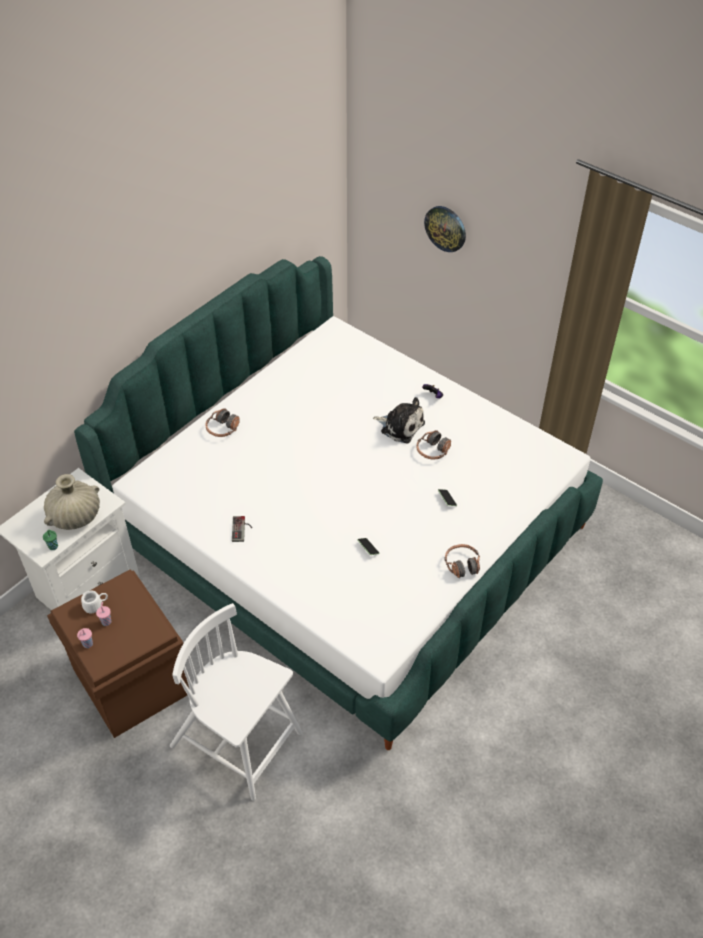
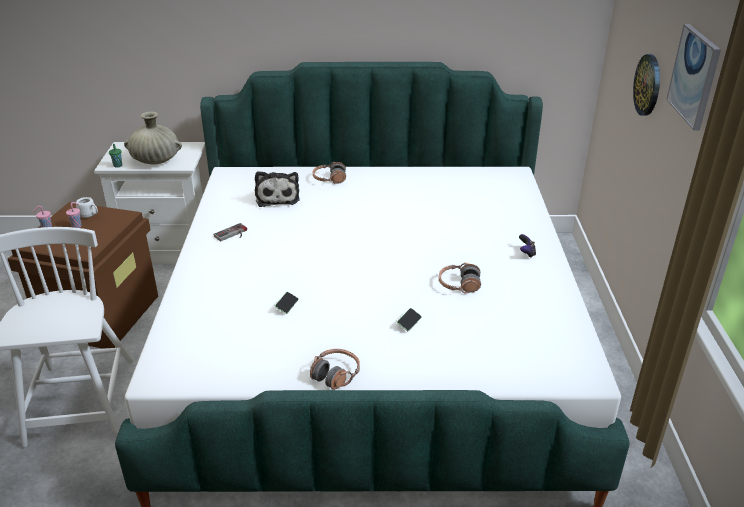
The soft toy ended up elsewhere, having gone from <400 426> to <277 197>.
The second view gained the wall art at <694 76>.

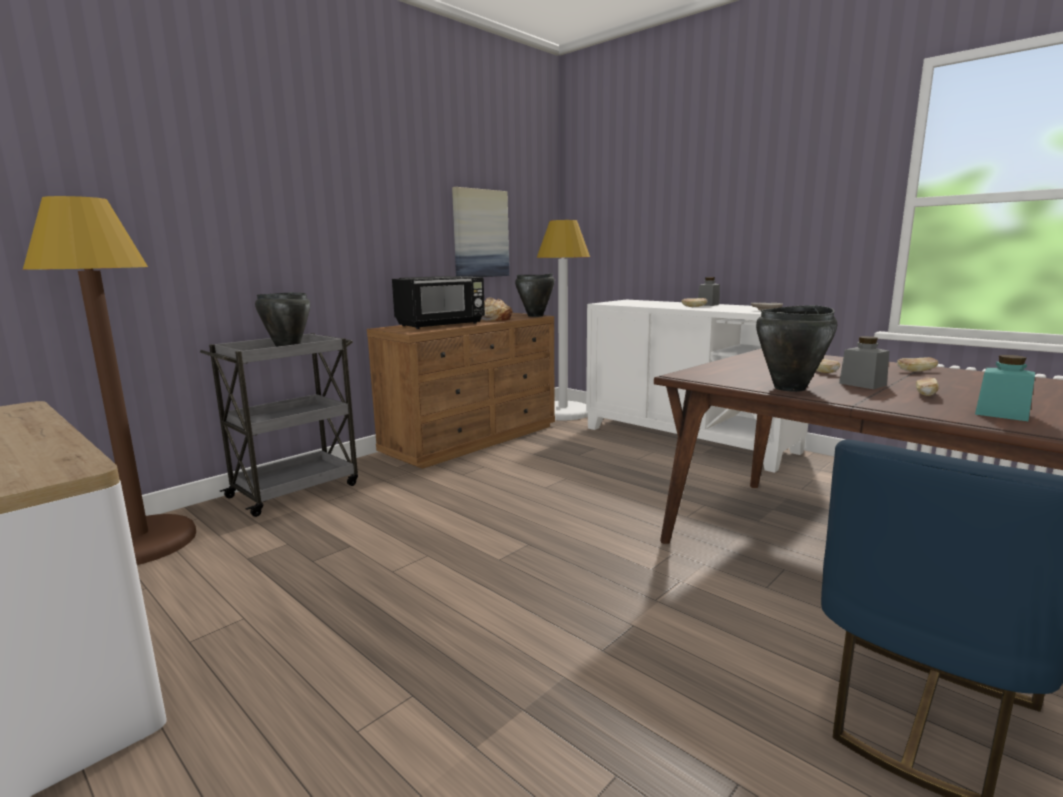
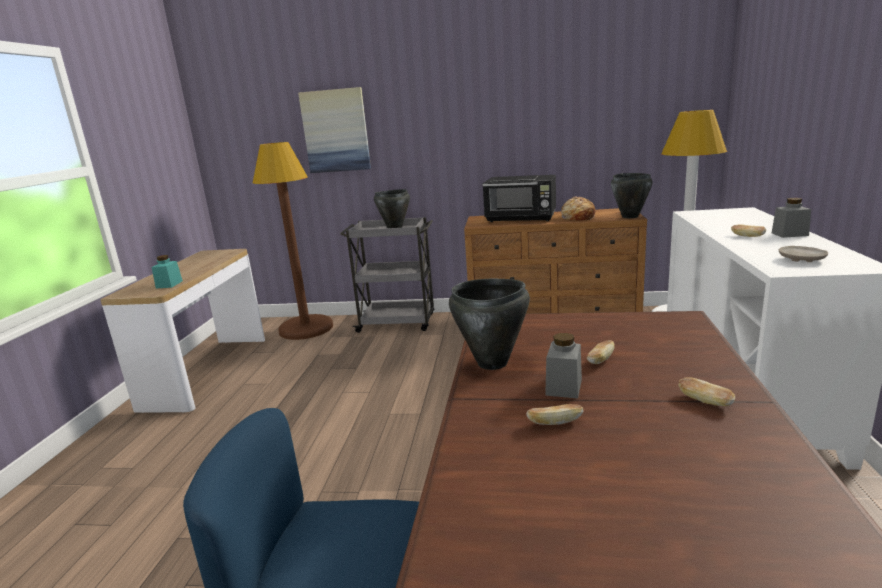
The wall art ended up elsewhere, having gone from <480 233> to <336 131>.
The preserve jar in turquoise-coloured ended up elsewhere, having gone from <1002 414> to <169 284>.

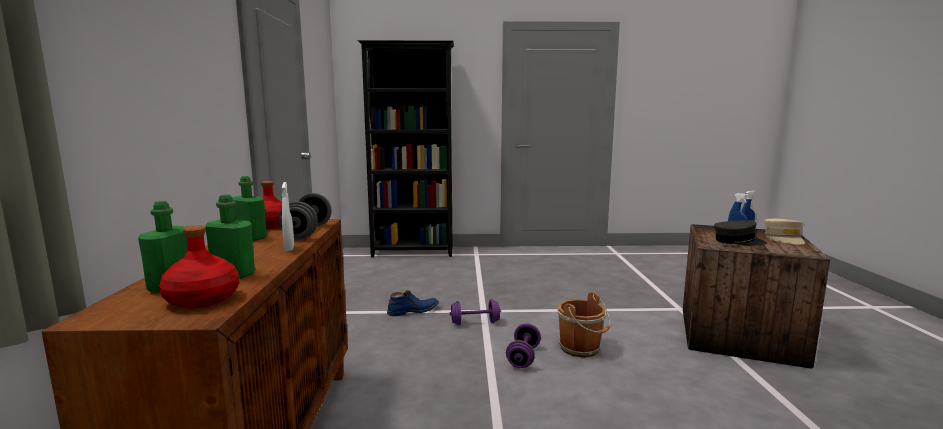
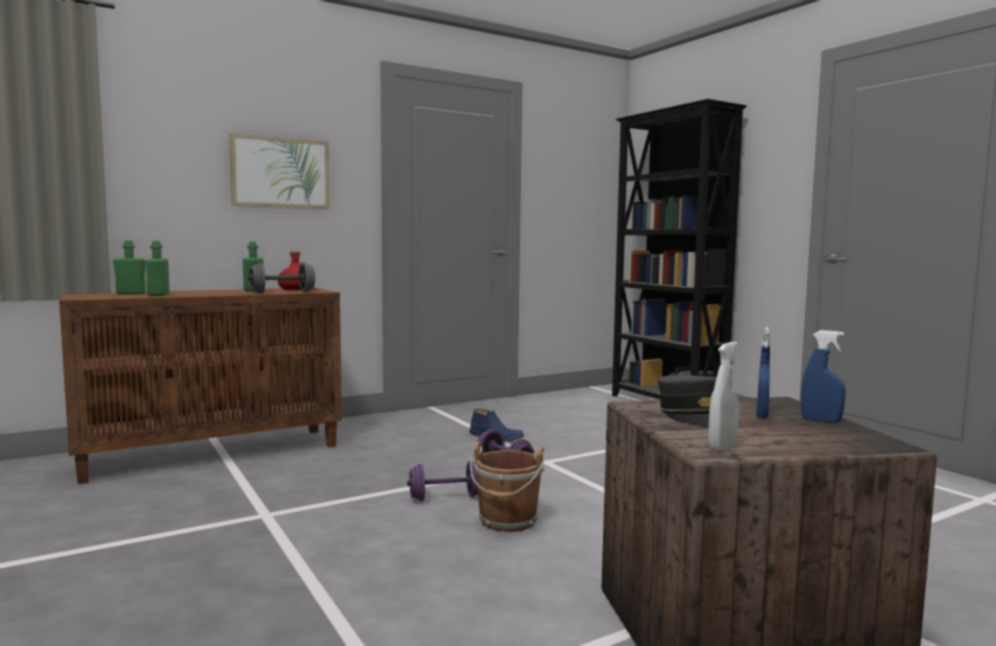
The hand sprayer in white ended up elsewhere, having gone from <289 248> to <722 447>.
The second view lost the peaked cap in beige at <784 238>.
The second view lost the drink bottle in red at <203 299>.
The second view gained the wall art at <280 173>.

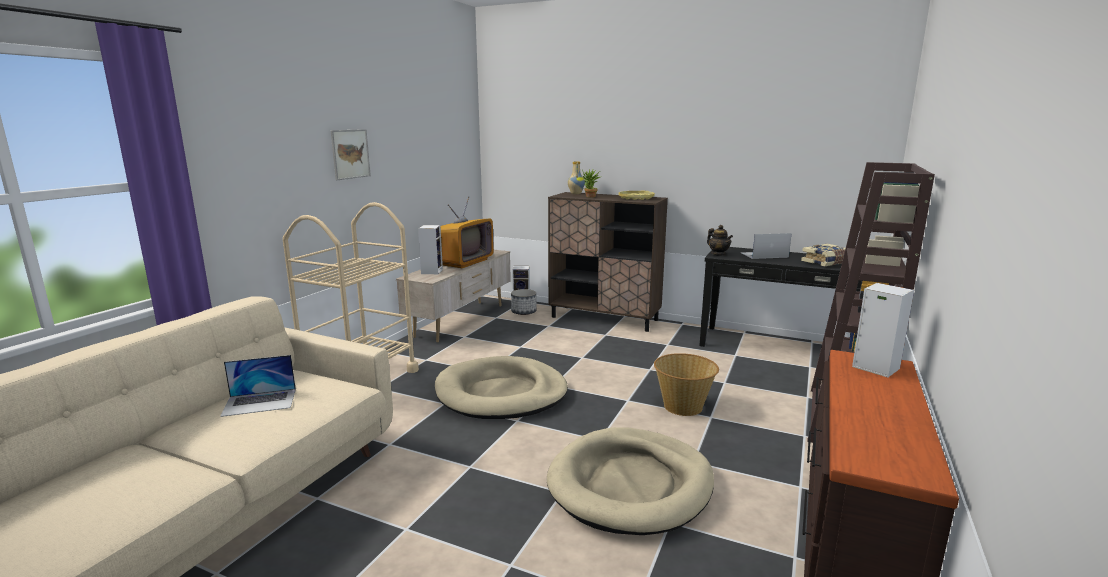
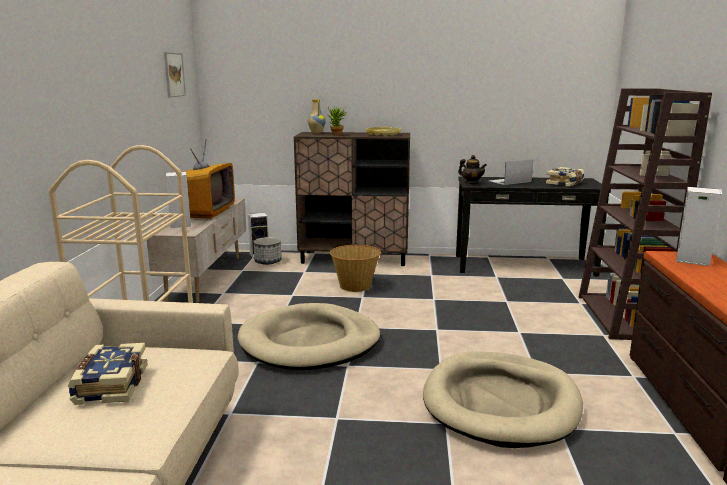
The wall art ended up elsewhere, having gone from <350 154> to <174 74>.
The basket ended up elsewhere, having gone from <683 406> to <355 286>.
Where the notebook computer stood at <260 402>, the volume came to stand at <109 385>.

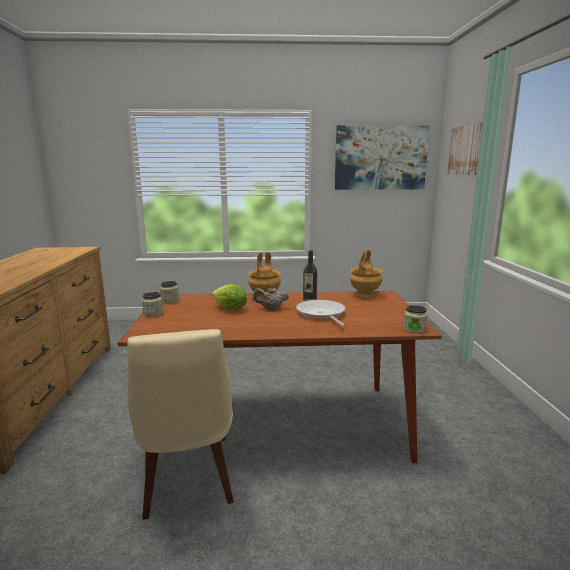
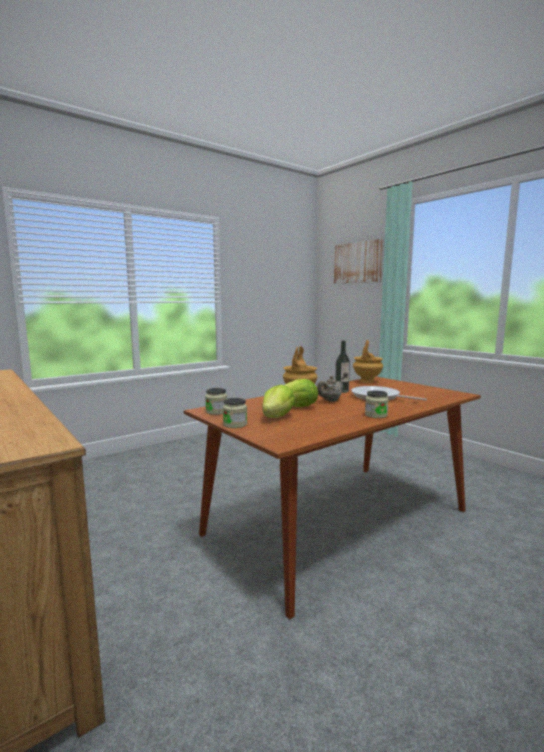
The second view lost the wall art at <380 158>.
The preserve jar ended up elsewhere, having gone from <414 329> to <376 415>.
The second view lost the chair in beige at <187 478>.
The second view gained the lettuce at <277 417>.

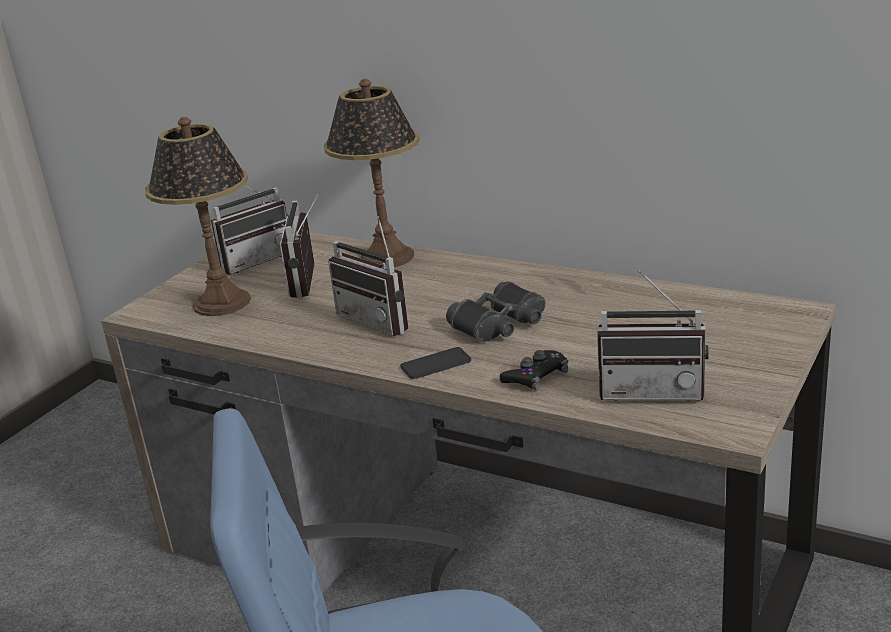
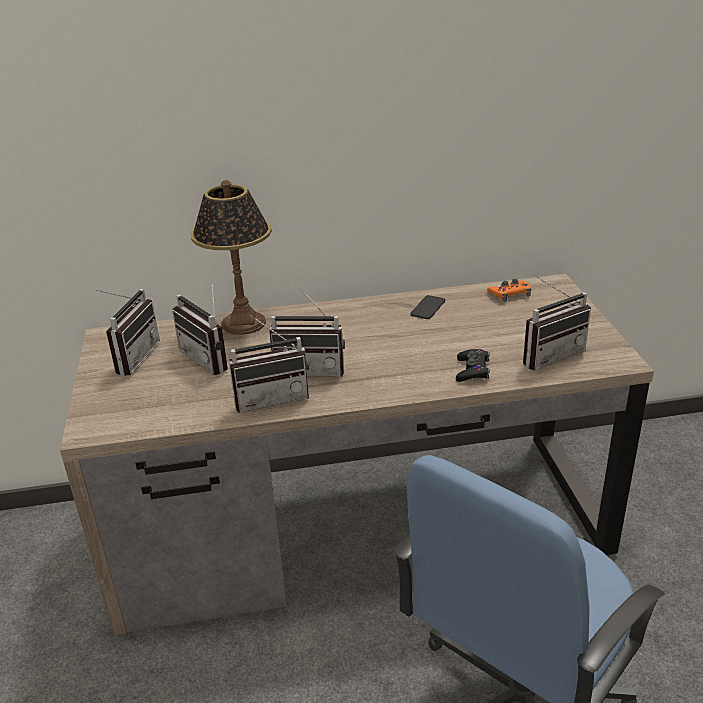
The second view lost the tabletop lamp at <222 303>.
The second view lost the pair of binoculars in blackish at <500 324>.
The phone ended up elsewhere, having gone from <435 364> to <428 308>.
The second view gained the joypad in orange-coloured at <509 294>.
The second view gained the radio receiver at <271 397>.

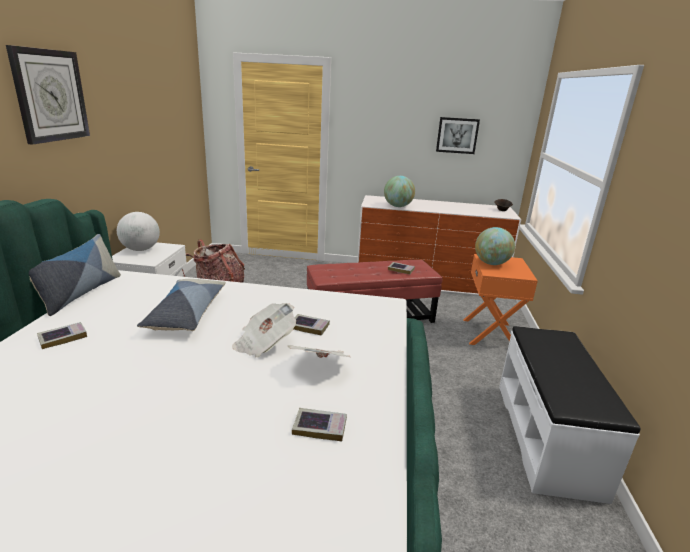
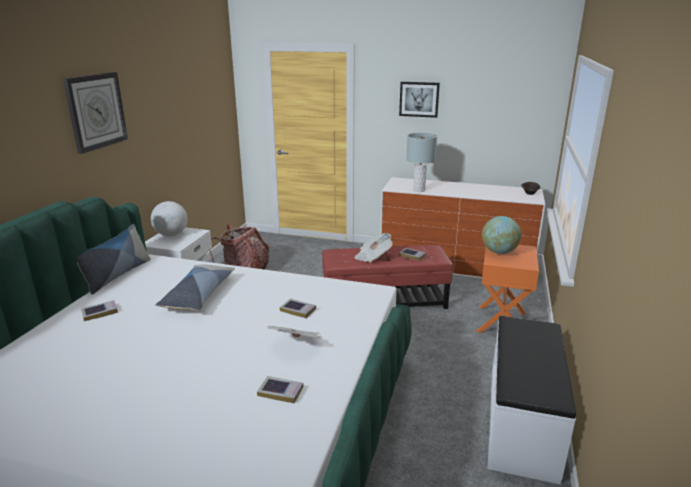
The wall art ended up elsewhere, having gone from <457 135> to <419 99>.
Where the world globe stood at <397 206>, the tabletop lamp in greyish came to stand at <419 190>.
The daily paper ended up elsewhere, having gone from <264 343> to <373 257>.

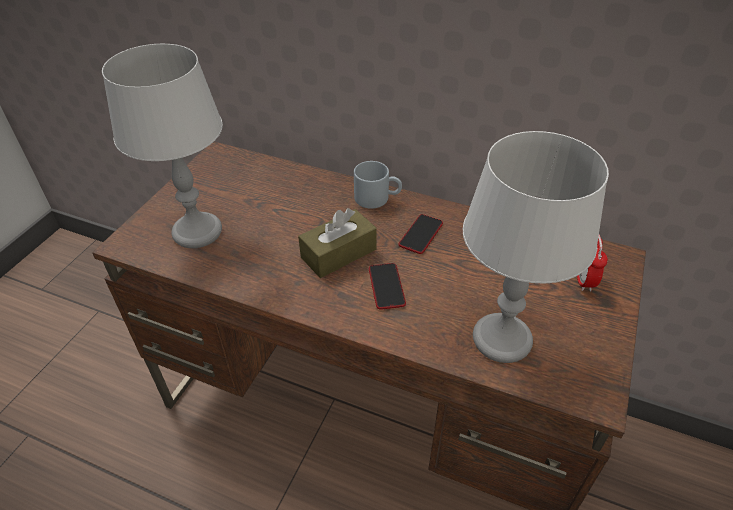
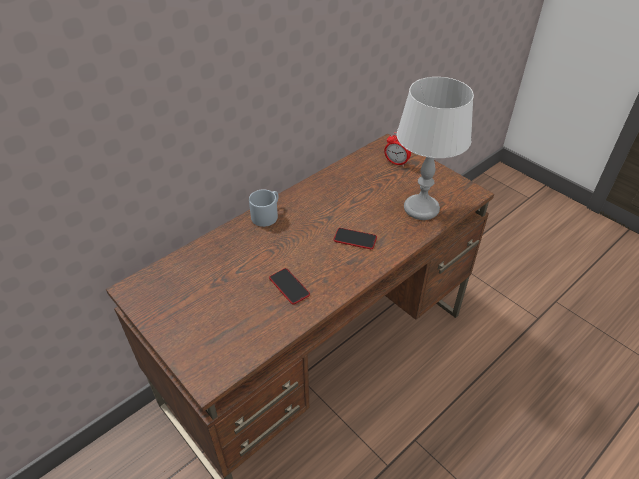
The second view lost the tabletop lamp in greyish at <197 232>.
The second view lost the box of tissues in brownish at <338 253>.
The phone ended up elsewhere, having gone from <421 234> to <289 286>.

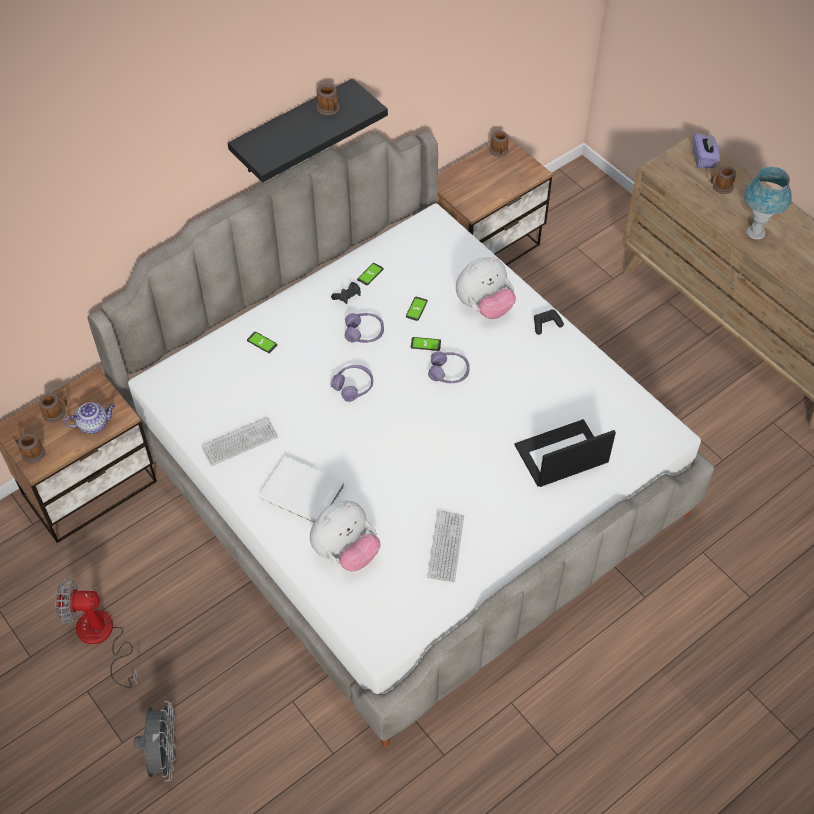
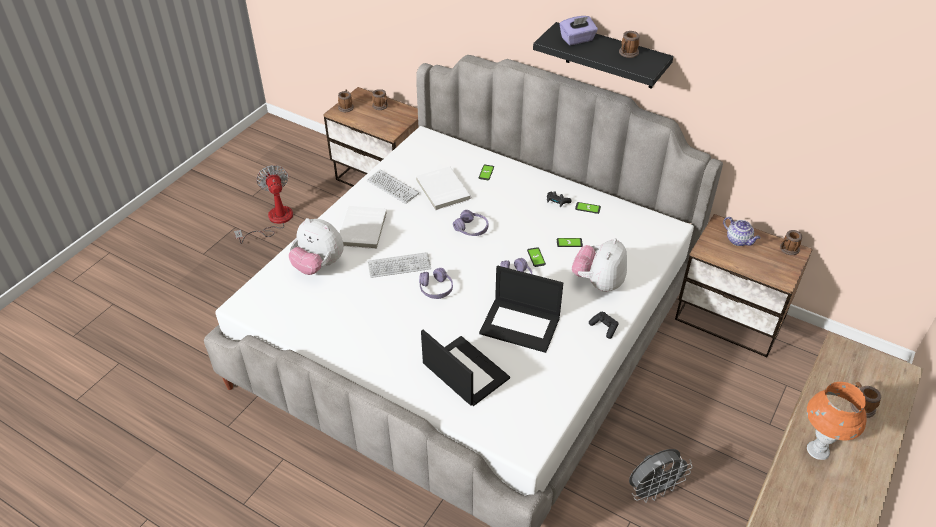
The box of tissues in purple-coloured ended up elsewhere, having gone from <703 159> to <577 39>.
What was the tabletop lamp in bluish at <755 233> turned into the tabletop lamp in orange-coloured at <818 450>.
The soft toy at <484 306> ended up facing another way, 75 degrees clockwise from before.
The headset in purple-coloured ended up elsewhere, having gone from <364 332> to <436 289>.
The tea pot ended up elsewhere, having gone from <94 424> to <739 240>.
The computer keyboard ended up elsewhere, having gone from <446 547> to <399 266>.
The cooling fan in greyish ended up elsewhere, having gone from <163 754> to <653 490>.
The second view gained the volume in white at <442 190>.
The second view gained the notebook computer at <521 325>.

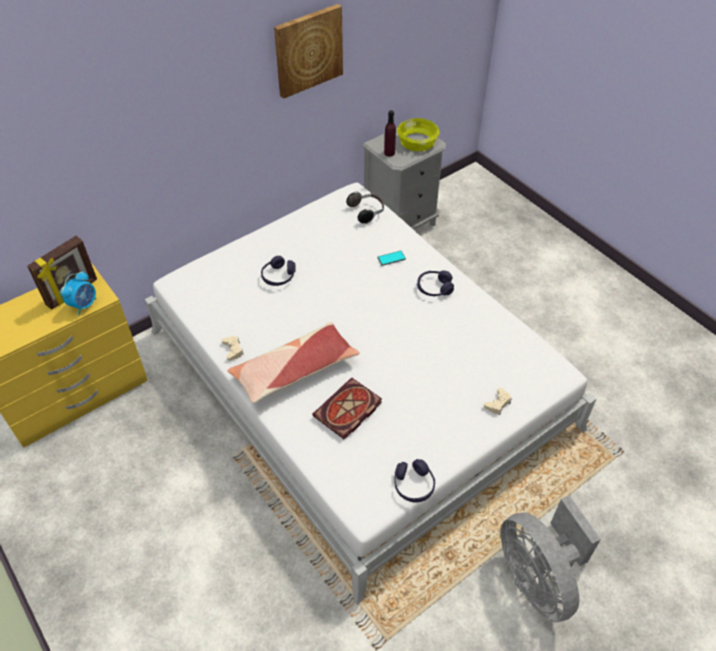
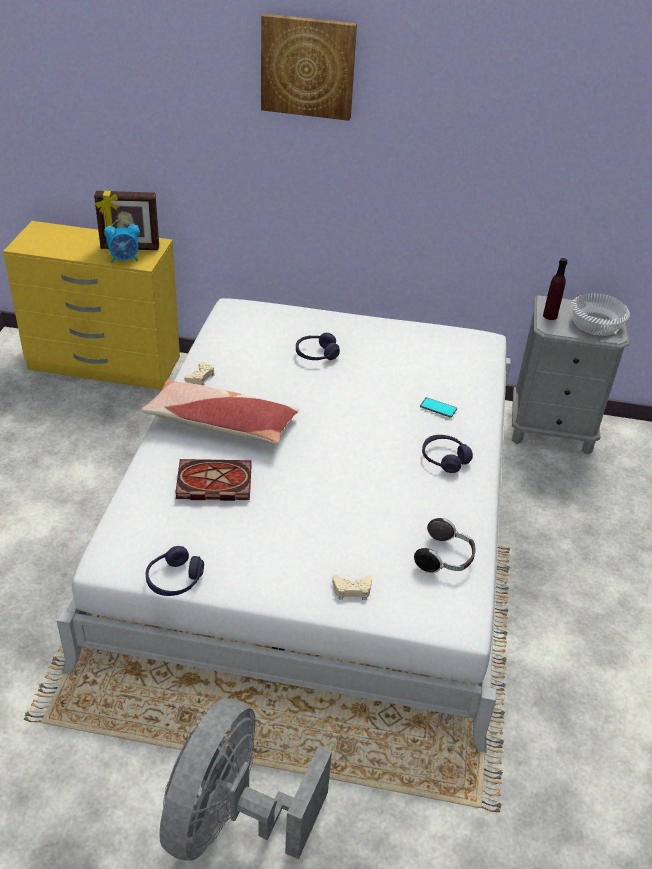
The wall art ended up elsewhere, having gone from <308 50> to <308 67>.
What was the serving bowl in yellow at <418 141> turned into the serving bowl in white at <597 324>.
The headset ended up elsewhere, having gone from <367 212> to <445 558>.

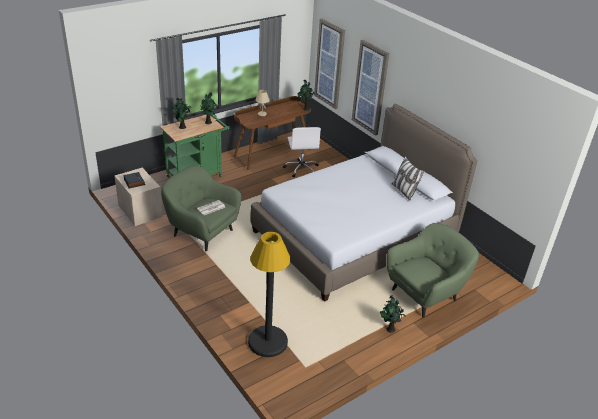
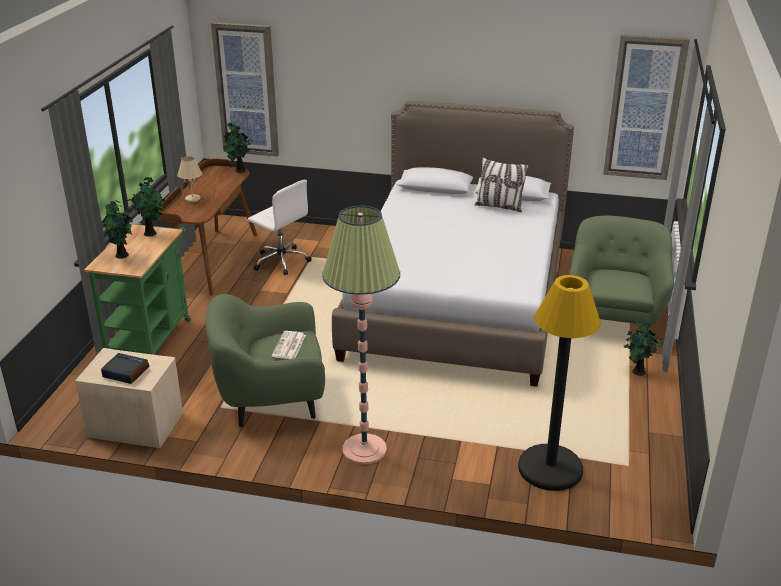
The wall art ended up elsewhere, having gone from <370 88> to <644 108>.
The second view gained the floor lamp at <364 449>.

